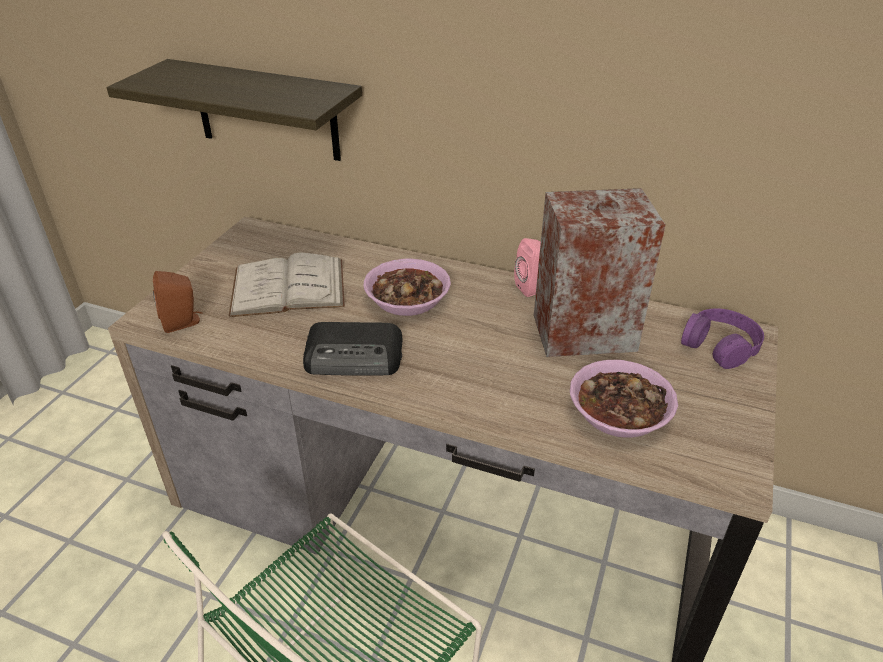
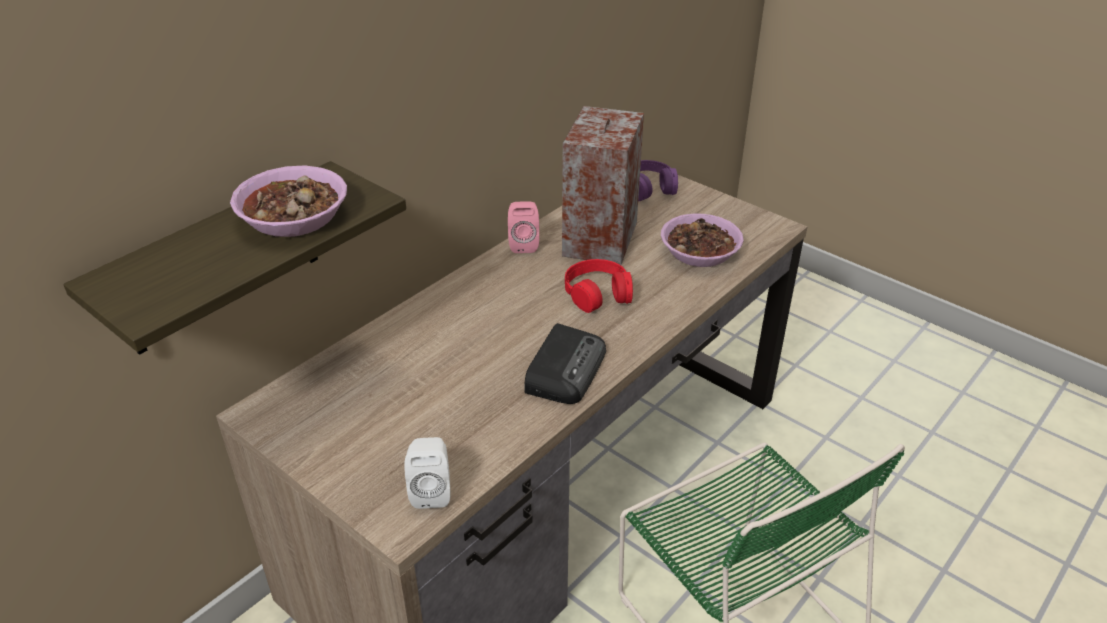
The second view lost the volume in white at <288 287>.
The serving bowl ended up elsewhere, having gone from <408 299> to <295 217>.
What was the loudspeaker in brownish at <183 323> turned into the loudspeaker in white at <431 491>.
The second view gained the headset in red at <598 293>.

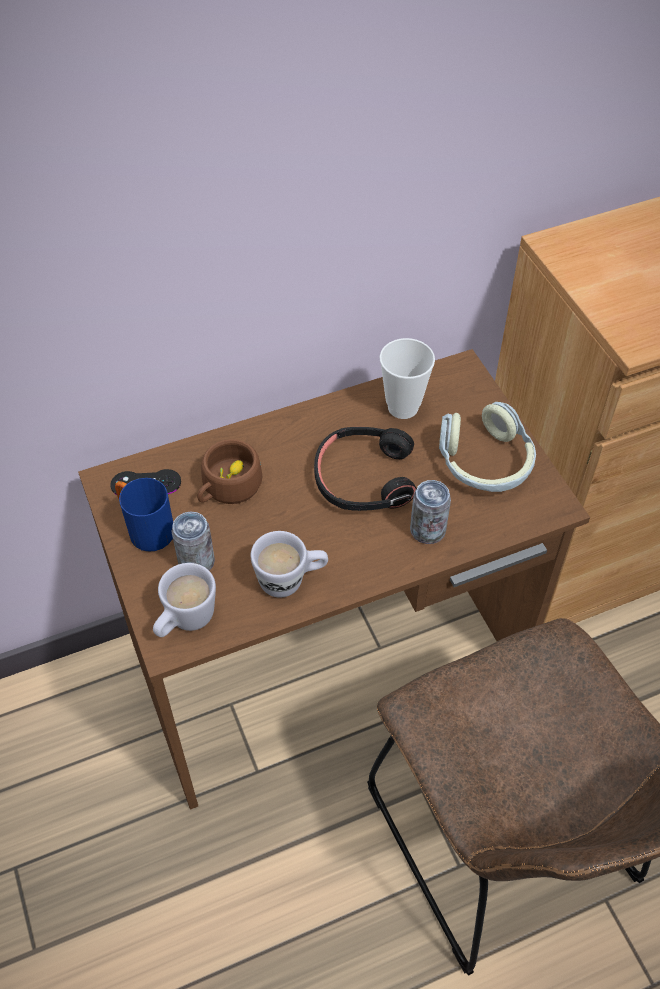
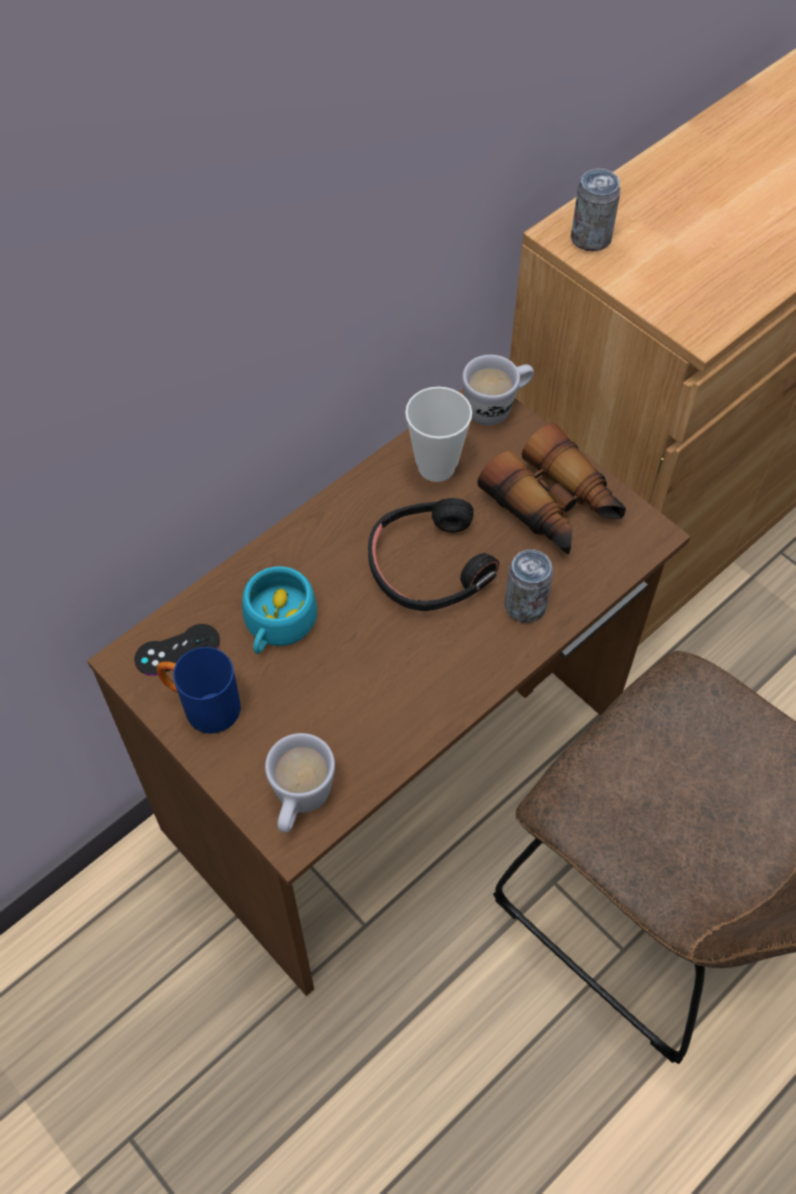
Where the headset stood at <485 463>, the pair of binoculars came to stand at <554 507>.
What was the drinking cup in brownish at <227 488> turned into the drinking cup in turquoise-coloured at <277 626>.
The metal can ended up elsewhere, having gone from <196 562> to <590 239>.
The coffee mug in white ended up elsewhere, having gone from <291 580> to <497 407>.

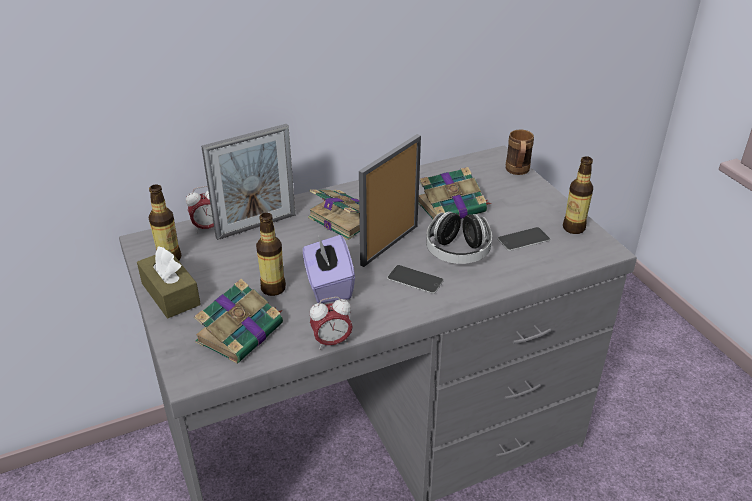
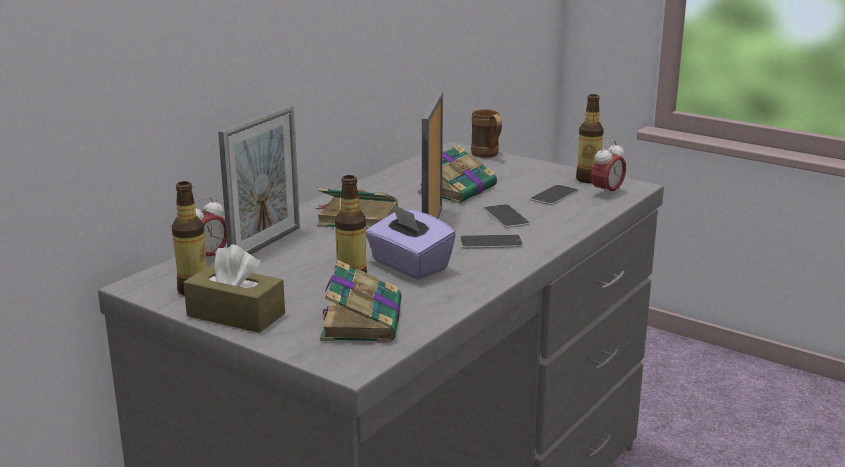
Where the headset stood at <457 252>, the phone came to stand at <506 216>.
The bedside clock ended up elsewhere, having gone from <332 342> to <607 193>.

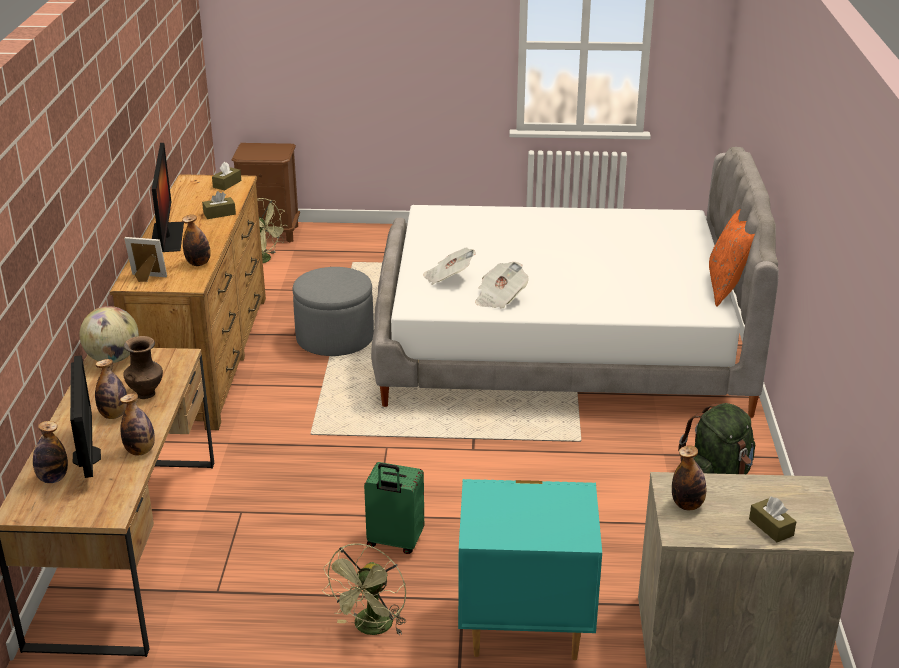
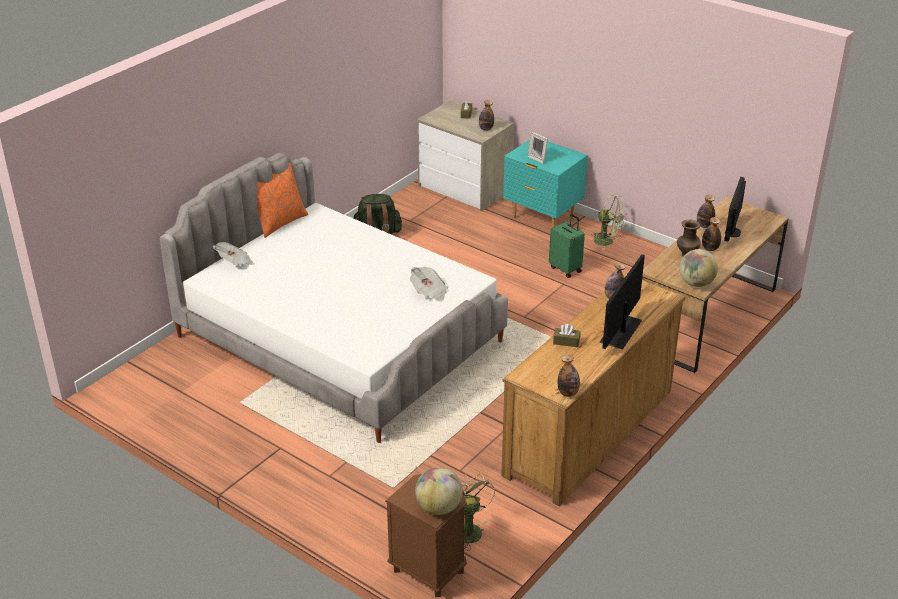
The second view lost the box of tissues in brownish at <227 184>.
The photo frame ended up elsewhere, having gone from <147 278> to <538 158>.
The daily paper ended up elsewhere, having gone from <499 298> to <235 263>.
The second view lost the pouffe in greyish at <335 338>.
The drink bottle ended up elsewhere, having gone from <53 478> to <568 393>.
The cooling fan in green at <371 629> ended up facing another way, 60 degrees clockwise from before.
The second view gained the world globe at <439 507>.

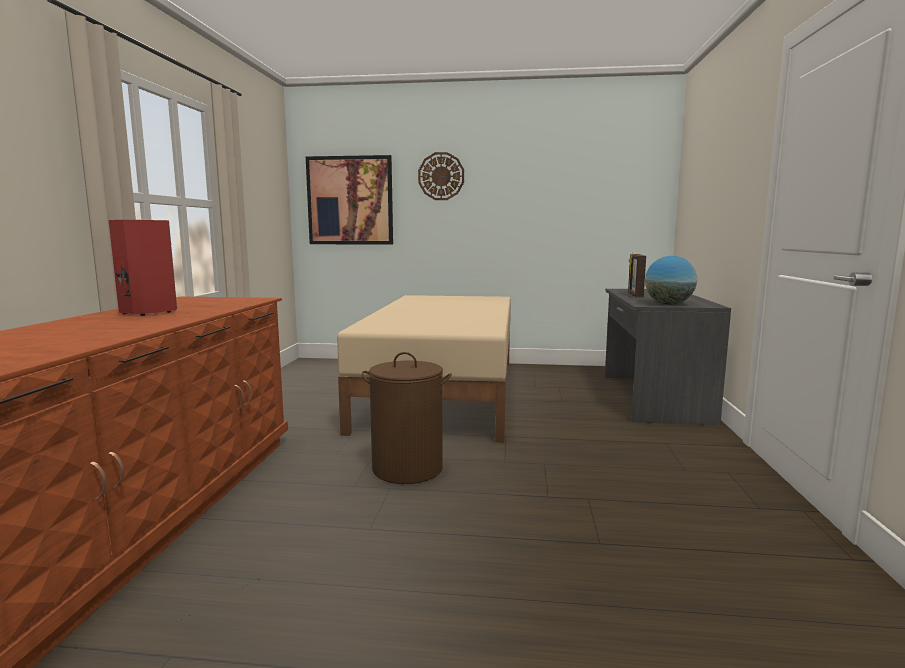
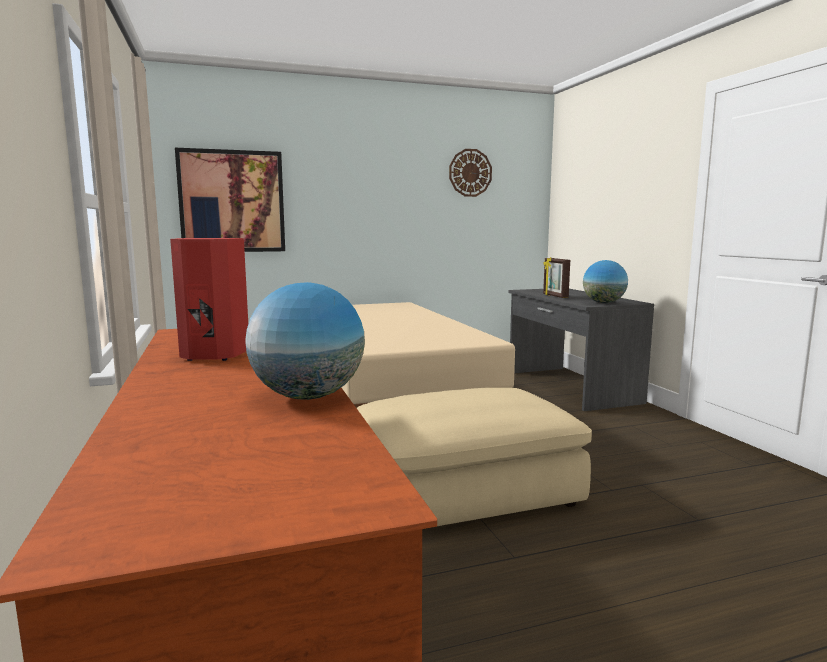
The hanging clock ended up elsewhere, having gone from <441 176> to <470 173>.
Where the laundry basket in brownish stood at <408 469>, the pouffe in beige came to stand at <465 491>.
The second view gained the world globe at <308 397>.

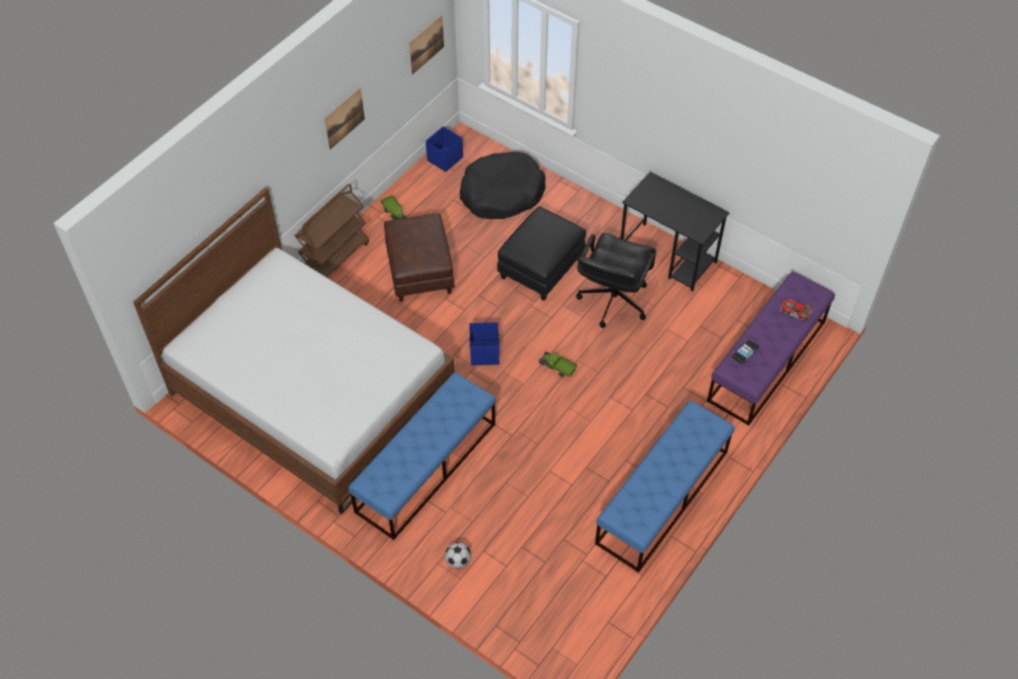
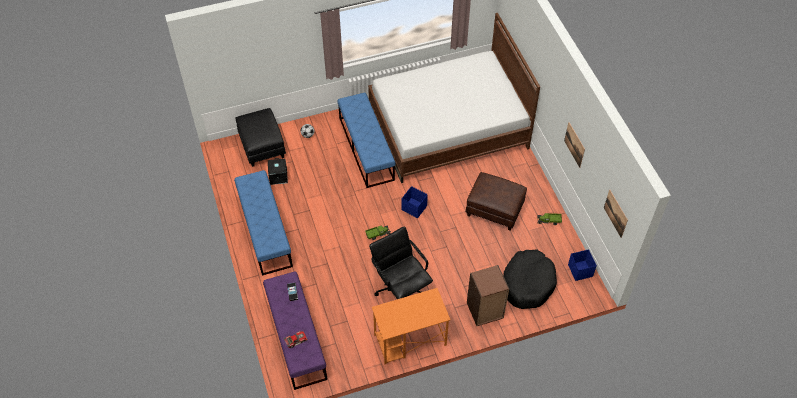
What was the desk in blackish at <668 257> turned into the desk in orange-coloured at <409 340>.
The second view lost the trolley in brownish at <335 257>.
The pouffe in blackish ended up elsewhere, having gone from <541 267> to <263 146>.
The second view gained the storage box in blackish at <278 176>.
The second view gained the bookshelf in brownish at <485 311>.

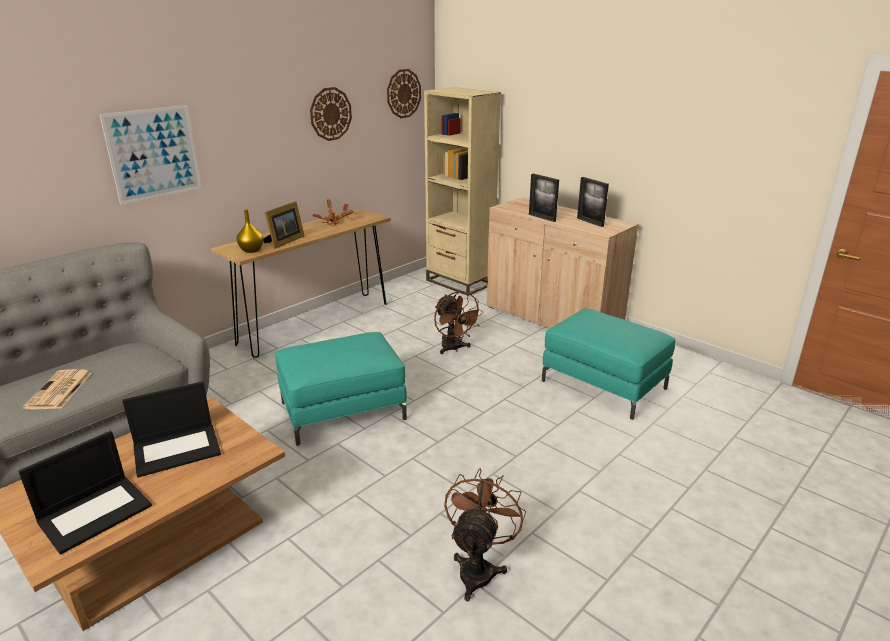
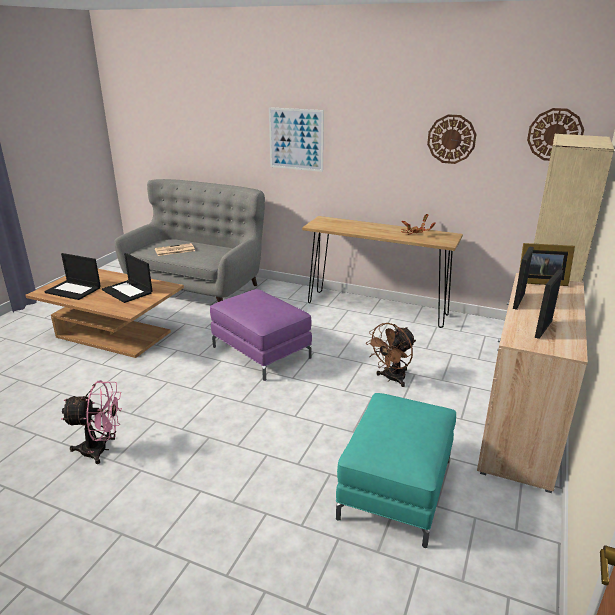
The photo frame ended up elsewhere, having gone from <284 241> to <539 281>.
The second view lost the decorative vase in yellow at <251 250>.
What was the pouffe in turquoise-coloured at <343 411> turned into the pouffe in purple-coloured at <261 352>.
What was the cooling fan in brownish at <479 568> turned into the cooling fan in pink at <101 450>.

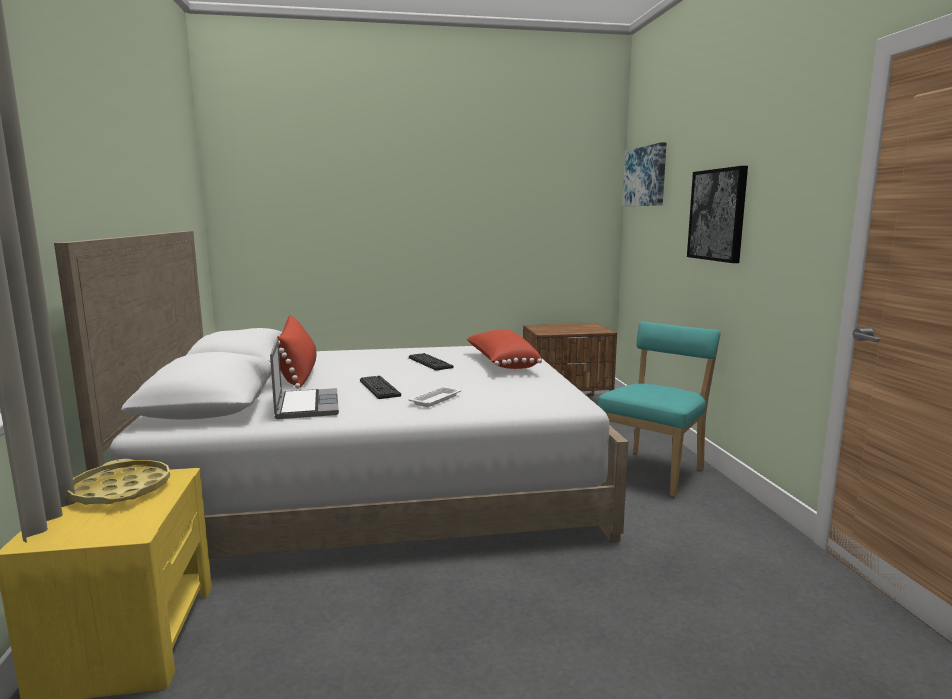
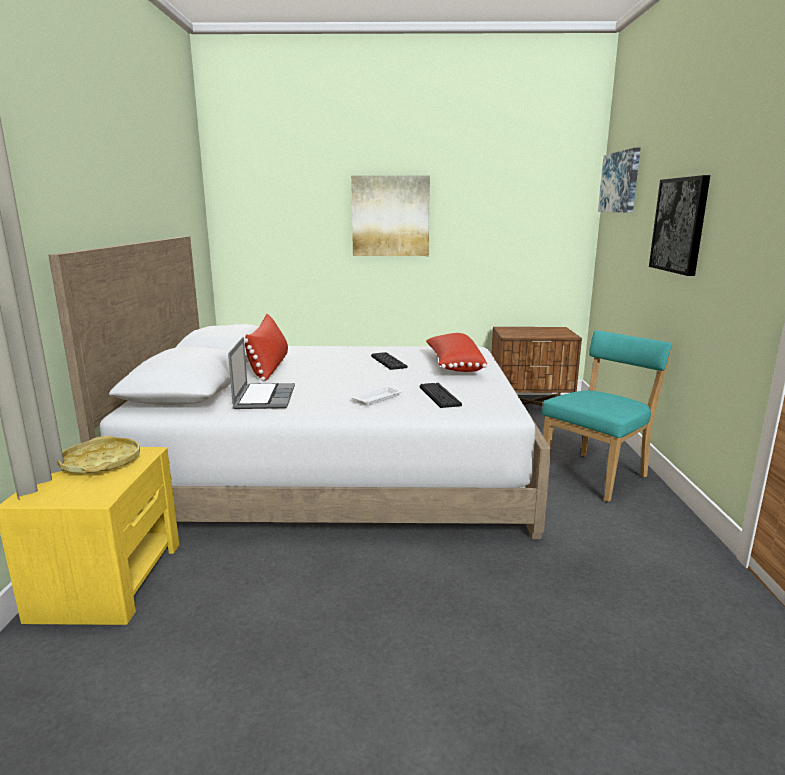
The computer keyboard ended up elsewhere, having gone from <379 388> to <439 396>.
The second view gained the wall art at <390 216>.

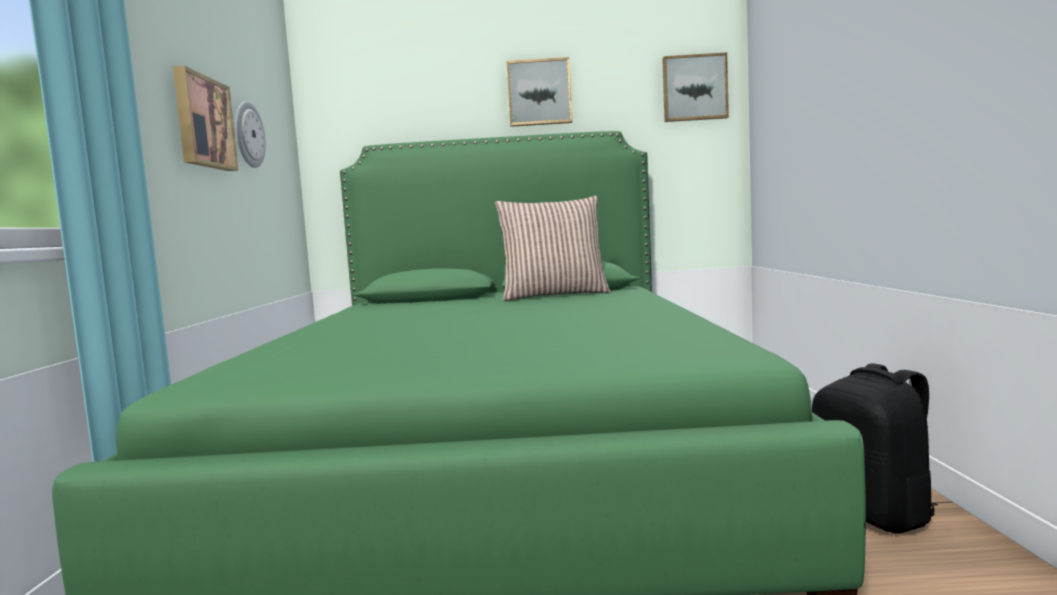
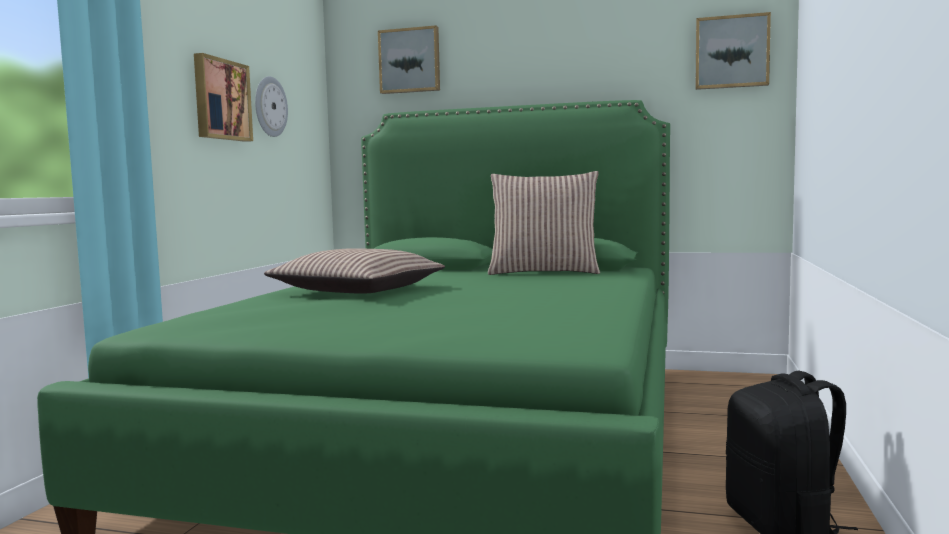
The wall art ended up elsewhere, having gone from <539 93> to <410 61>.
The second view gained the pillow at <358 290>.

